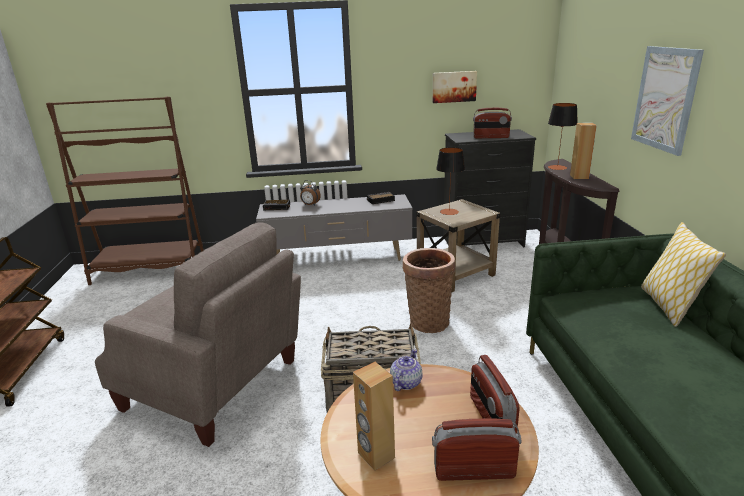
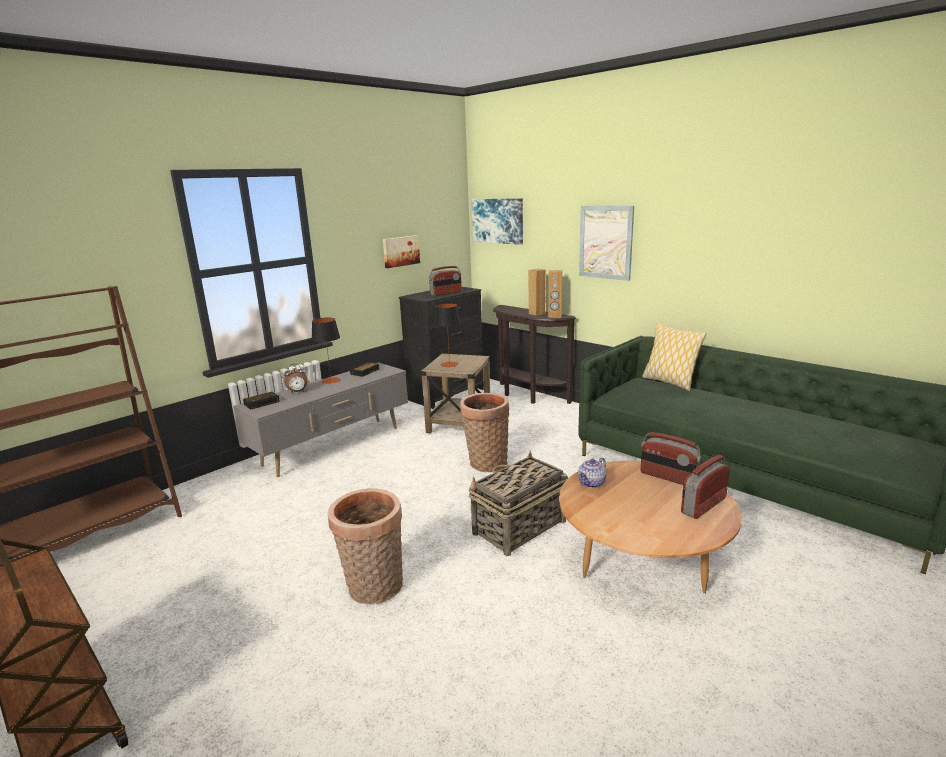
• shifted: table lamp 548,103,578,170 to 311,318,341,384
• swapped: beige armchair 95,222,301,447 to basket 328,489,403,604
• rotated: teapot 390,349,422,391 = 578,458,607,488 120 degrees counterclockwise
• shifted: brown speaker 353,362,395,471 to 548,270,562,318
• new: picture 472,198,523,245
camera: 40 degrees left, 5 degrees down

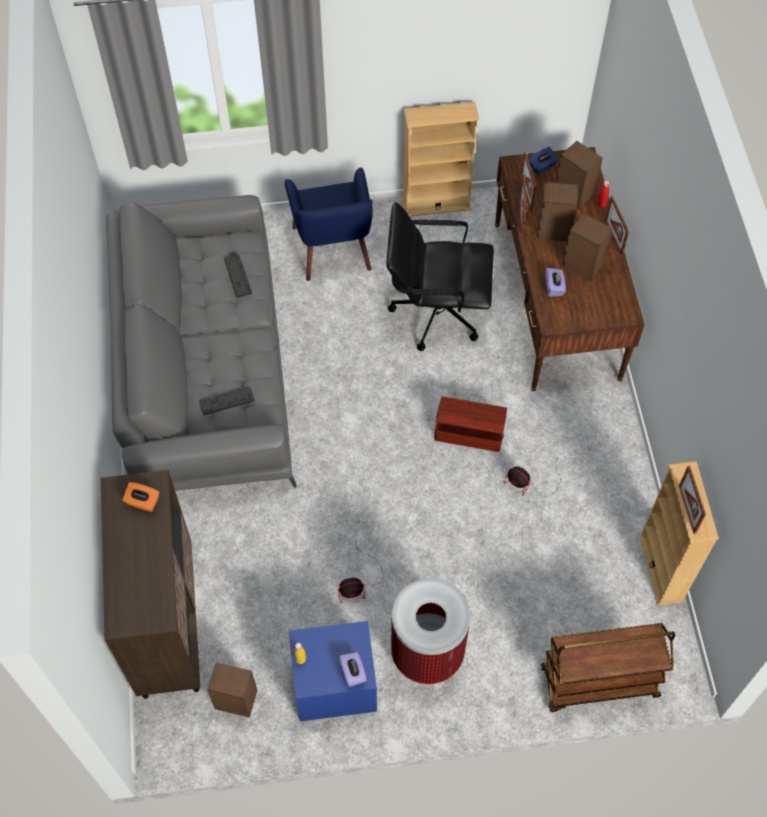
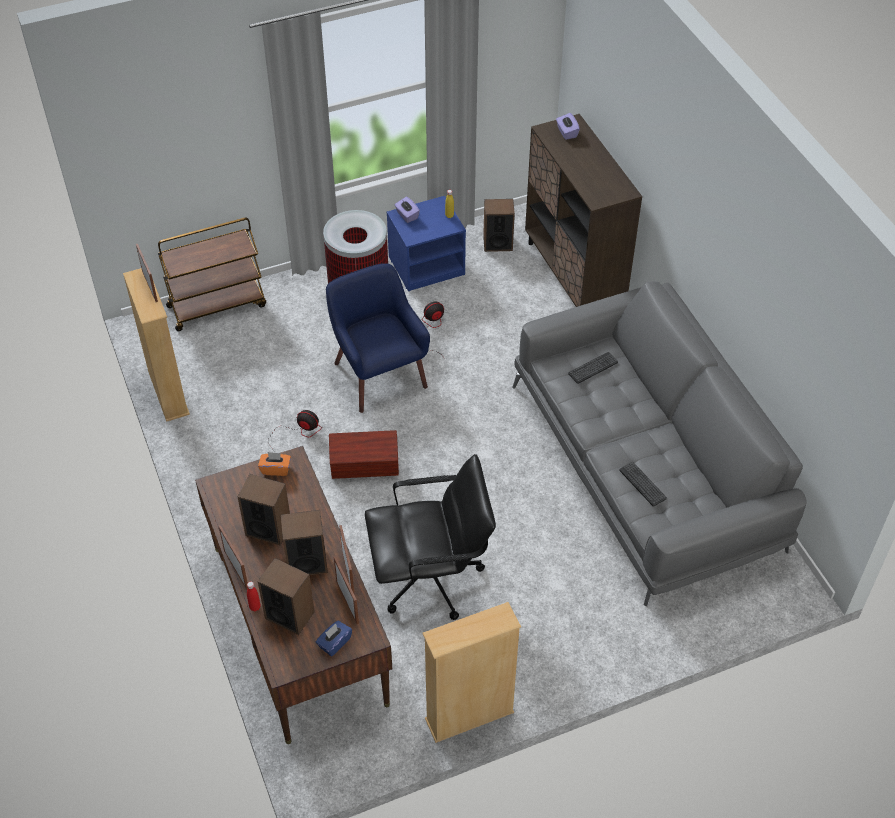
• shifted: blue armchair 285,167,373,281 to 326,263,430,413
• shifted: purple tissue box 546,268,566,297 to 556,113,580,140
• shifted: orange tissue box 122,482,159,512 to 258,452,291,476
camera: 165 degrees right, 10 degrees down

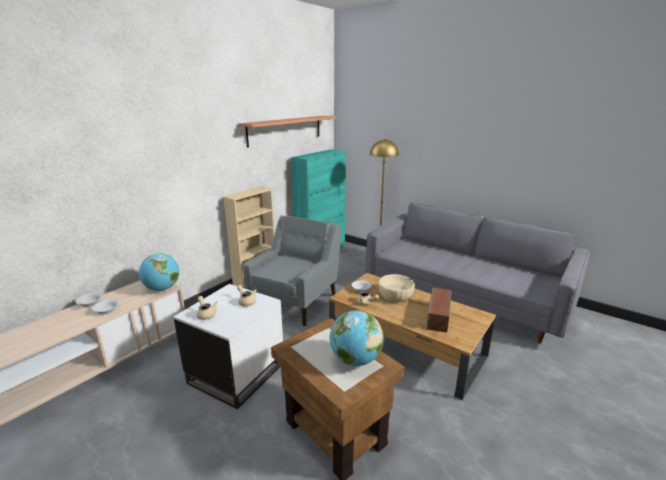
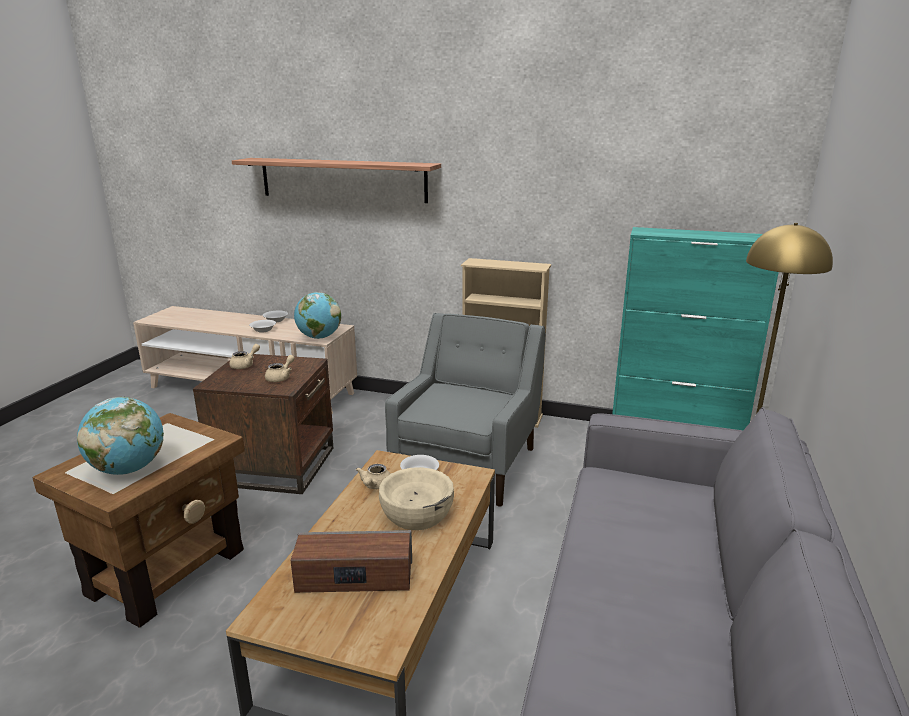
• shifted: shelf 238,116,337,147 to 232,158,441,203
• rotated: grey armchair 243,215,341,326 = 385,313,546,507 75 degrees counterclockwise
• repainted: white side table 173,284,283,409 to brown side table 193,354,333,494
camera: 70 degrees right, 0 degrees up

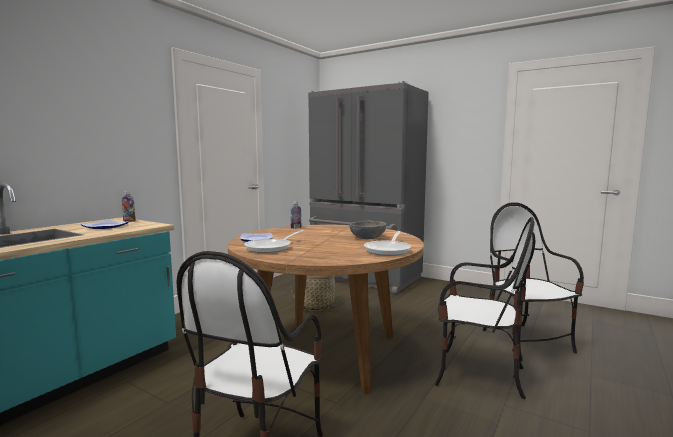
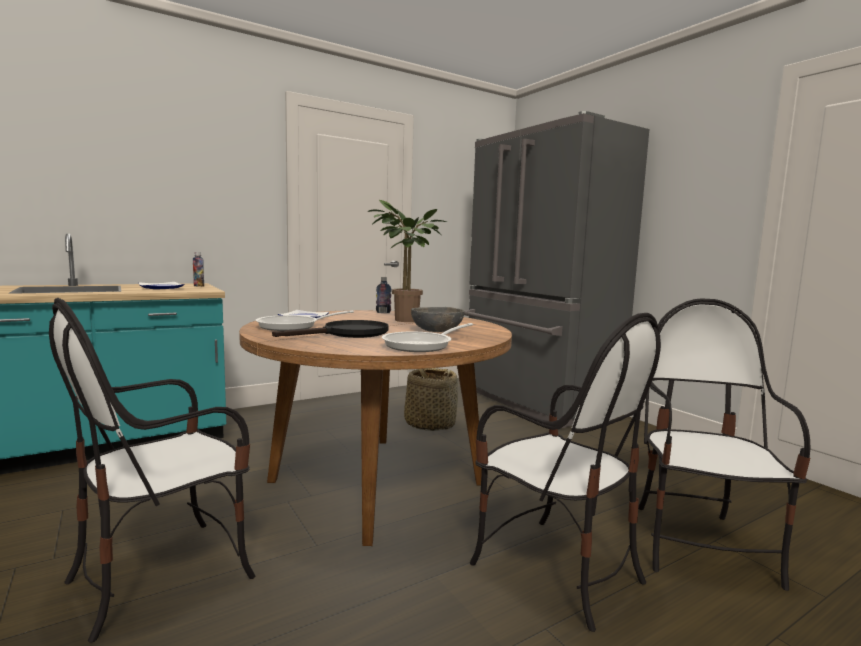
• new: potted plant 367,200,447,322
• new: black frying pan 272,320,389,338
camera: 25 degrees right, 0 degrees up

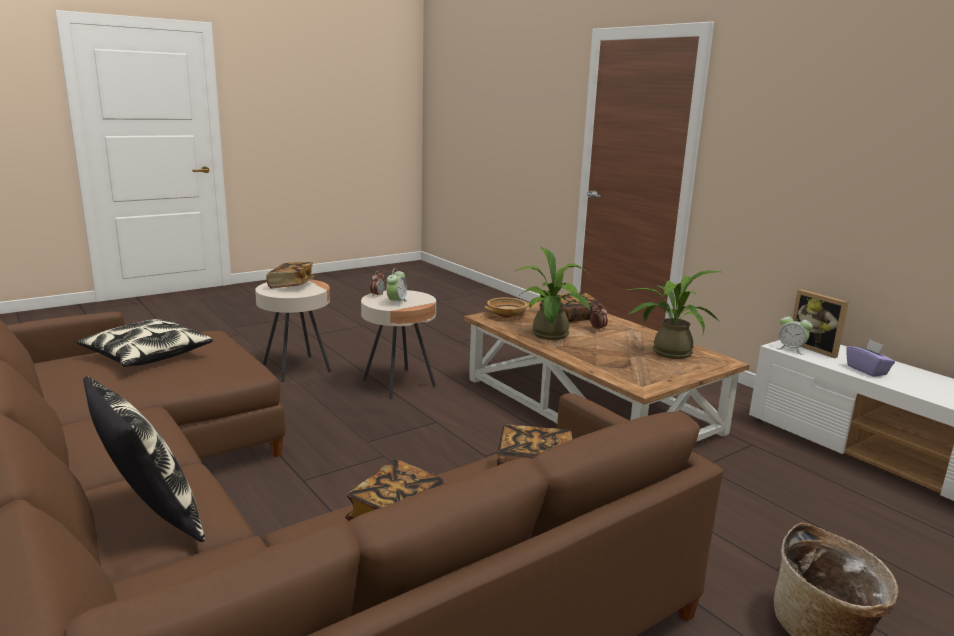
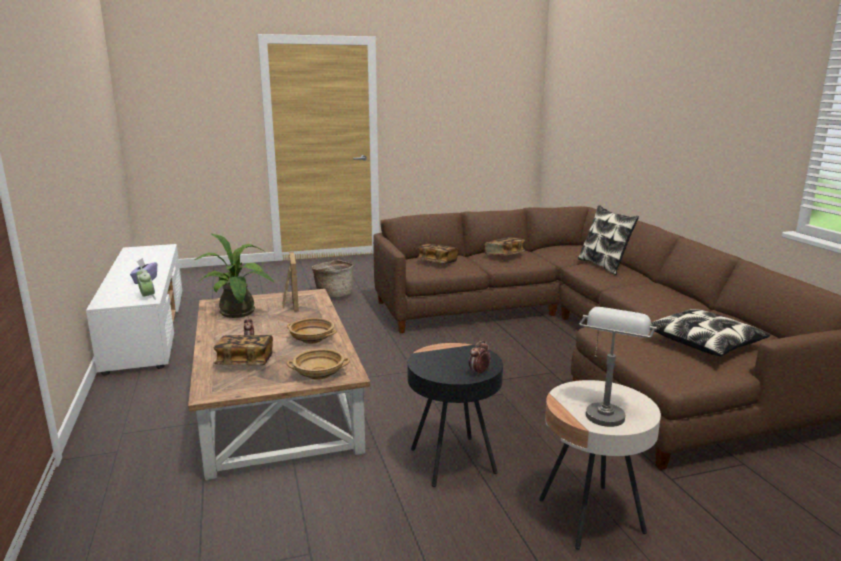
• swapped: potted plant 517,247,590,340 to beige bowl 287,318,337,344
• swapped: book 266,262,314,289 to grey table lamp 579,307,657,427
• gone: alarm clock 386,268,407,307
• shifted: picture frame 793,289,849,358 to 282,252,299,312
• repainted: beige side table 361,290,436,398 to black side table 408,343,503,487
camera: 160 degrees left, 0 degrees up

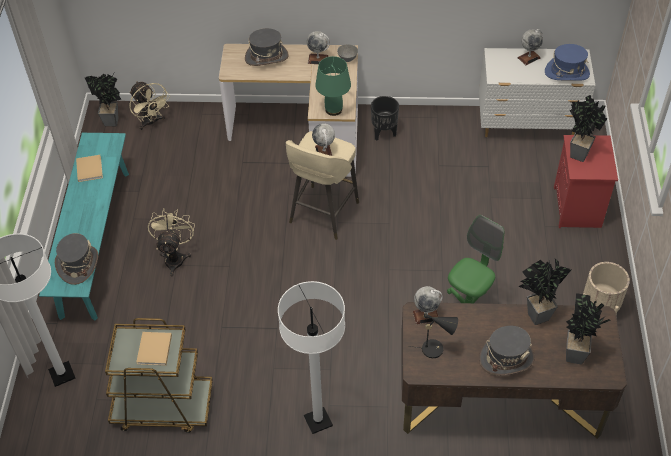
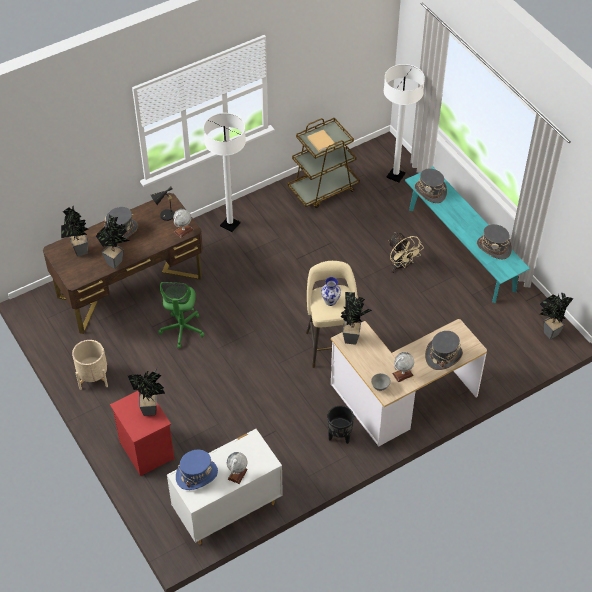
• swapped: green table lamp 315,56,351,116 to potted plant 340,291,372,345
• gone: beige fan 129,81,170,130
• swapped: globe 312,123,335,156 to vase 321,277,341,306
• swapped: beige book 76,155,103,182 to grey hat 477,224,512,259
camera: 145 degrees right, 0 degrees up

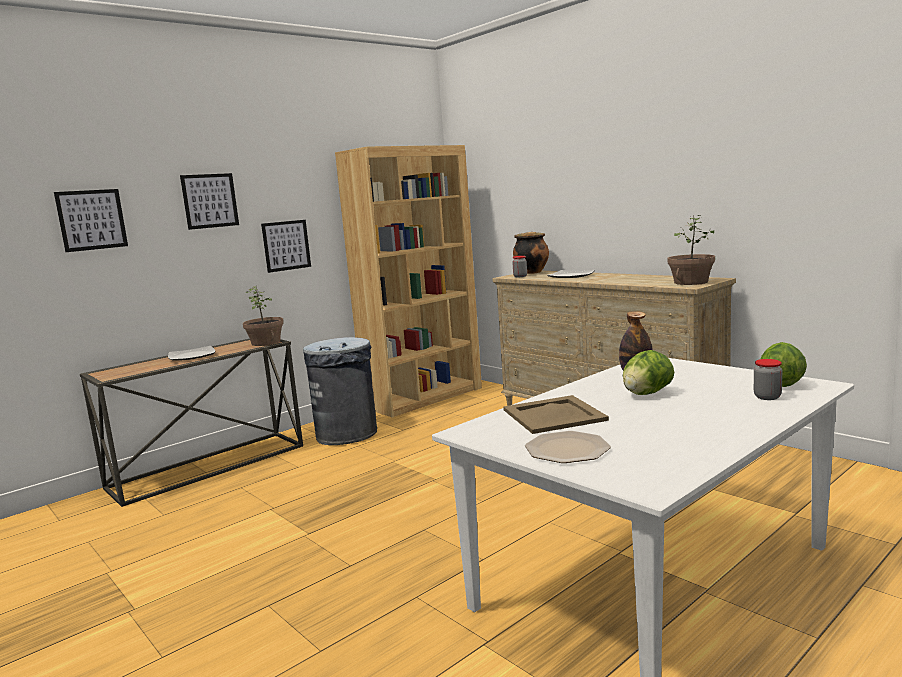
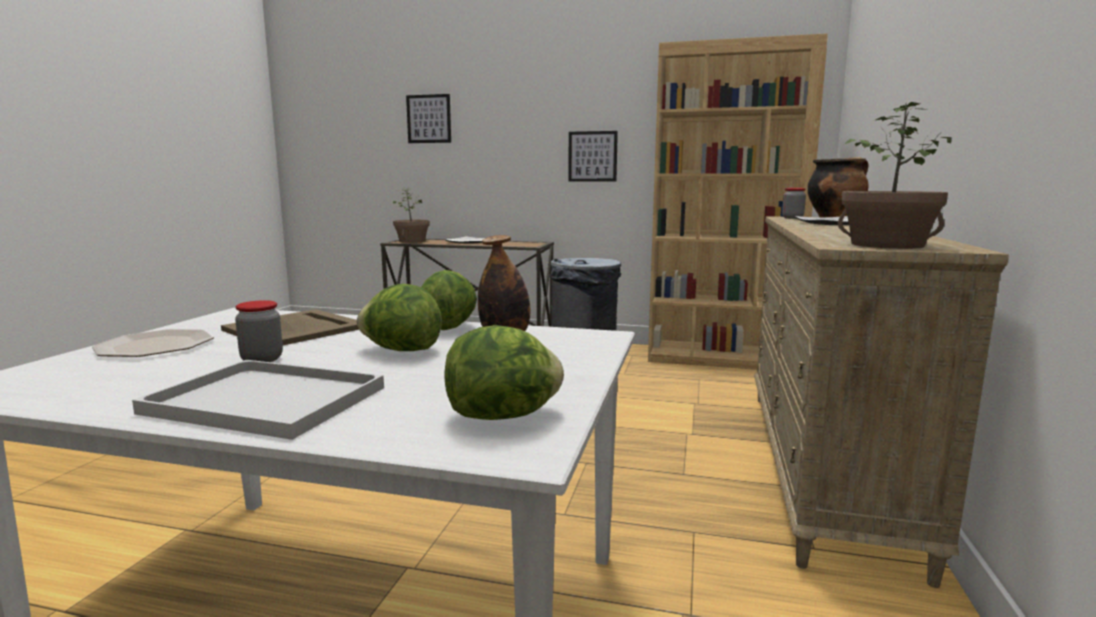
• gone: picture 180,173,239,230
• shifted: potted plant 243,285,284,346 to 393,188,430,243
• shifted: jar 754,359,782,400 to 235,300,283,362
• new: lettuce 421,270,477,330
• new: white tray 132,360,384,440
camera: 55 degrees right, 0 degrees up

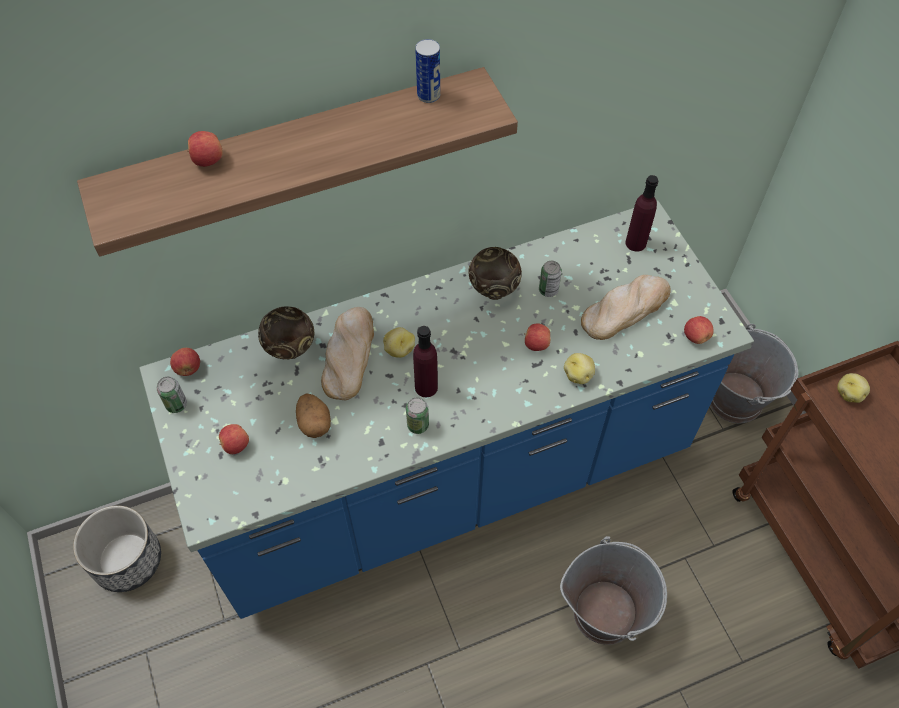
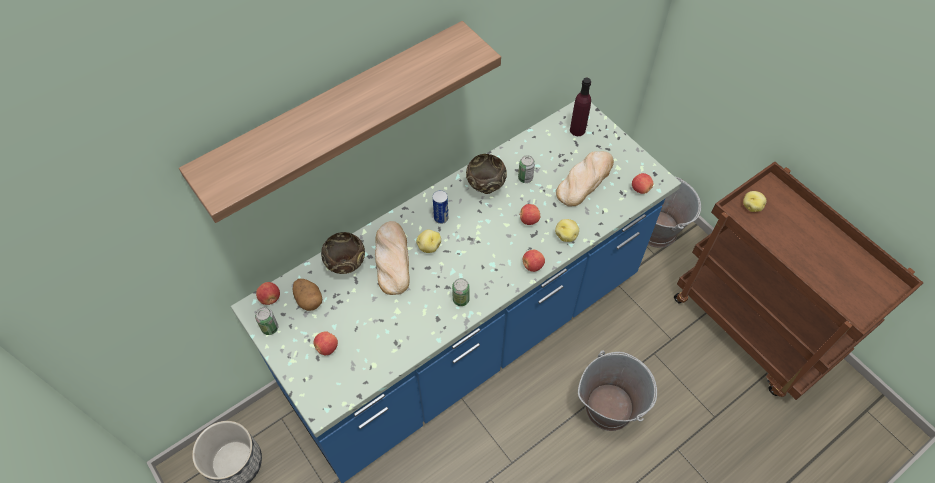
• shifted: can 415,39,440,103 to 433,190,448,224
• shifted: apple 187,131,223,167 to 523,250,545,272
• gone: purple bottle 413,326,438,397
• shifted: potato 296,393,331,438 to 292,279,322,311
camera: 15 degrees left, 0 degrees up

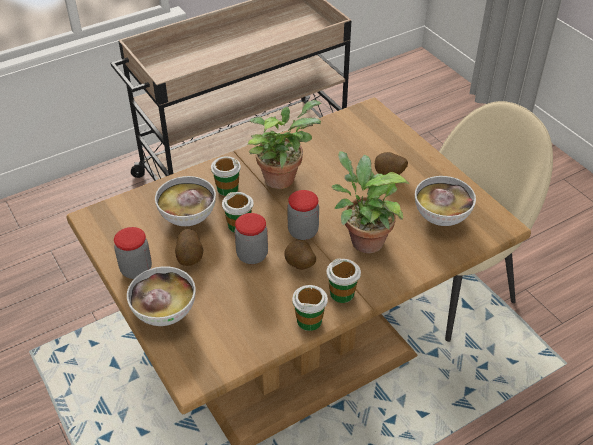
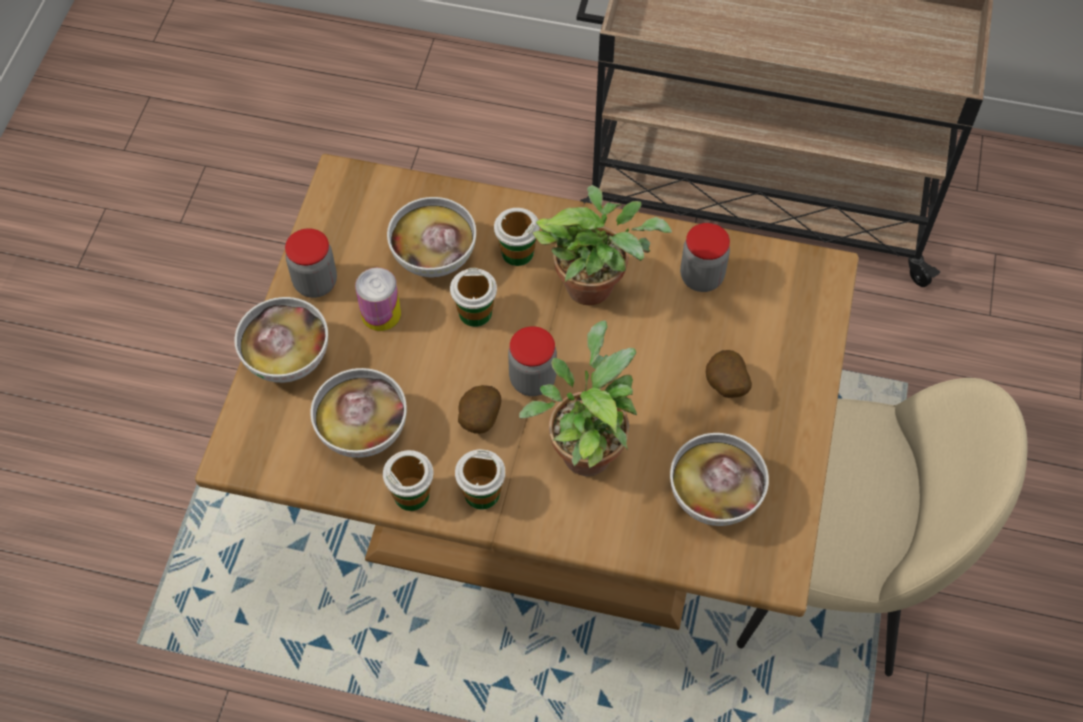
• shifted: jar 235,213,268,264 to 680,223,730,292
• swapped: potato 175,229,203,266 to can 355,268,401,331
• new: bowl 310,368,407,458
camera: 45 degrees right, 15 degrees up

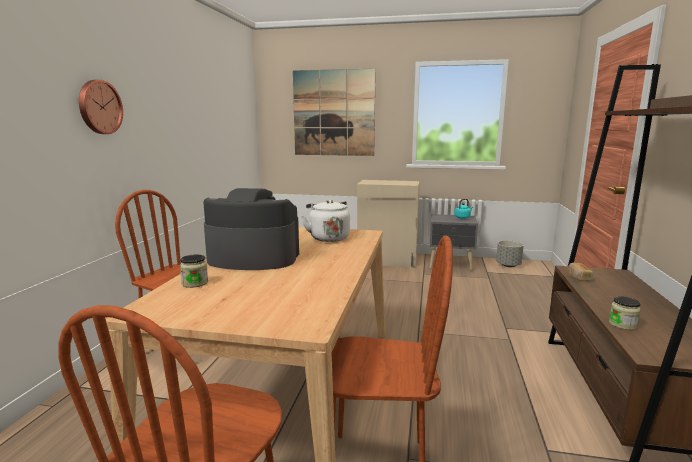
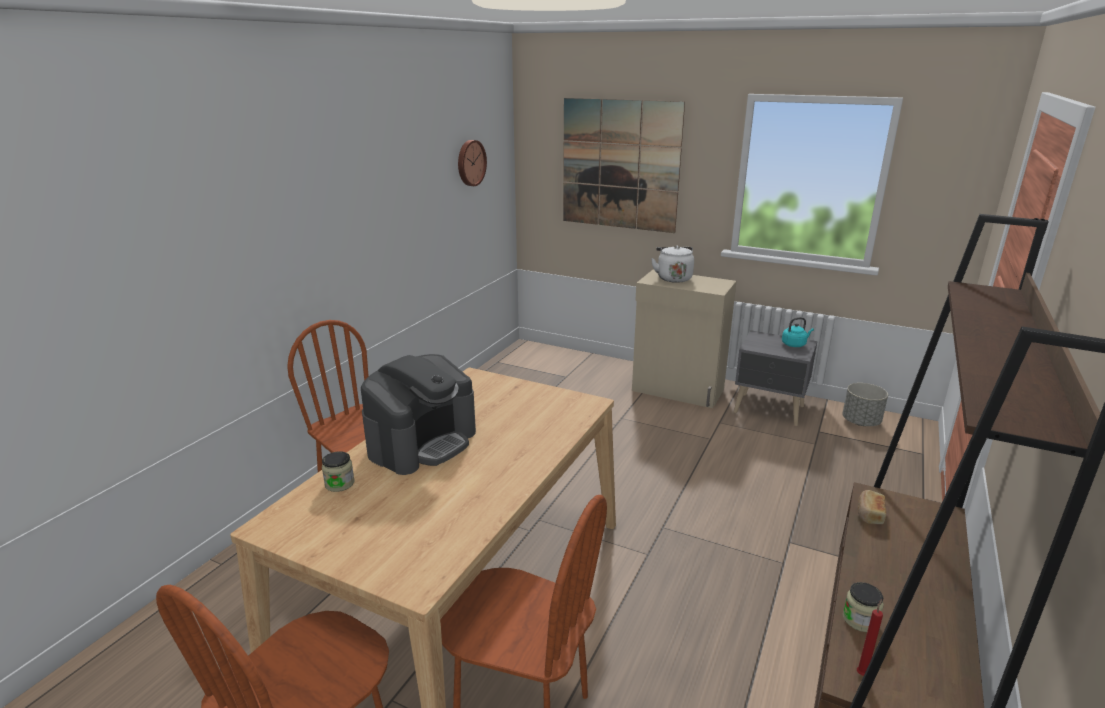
• shifted: wall clock 79,80,123,134 to 458,140,487,186
• rotated: coffee machine 203,188,299,270 = 361,354,476,475 105 degrees clockwise
• shifted: white kettle 301,200,350,242 to 651,245,694,283
• new: red candle 857,599,883,676
camera: 15 degrees right, 10 degrees up

